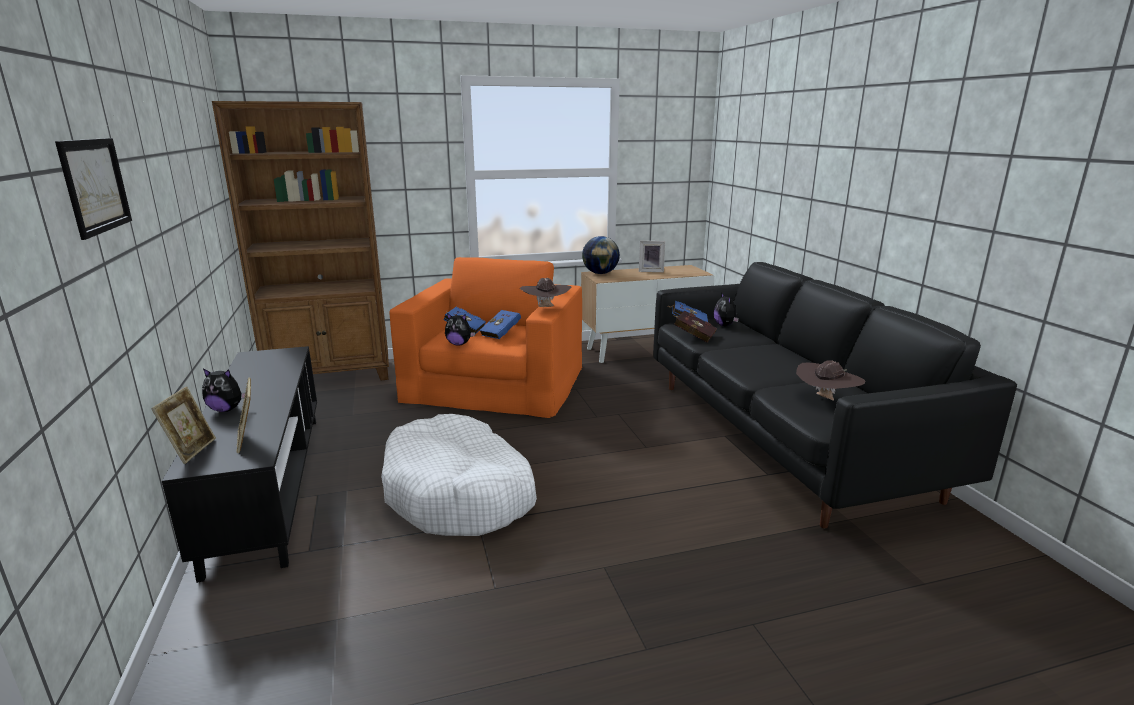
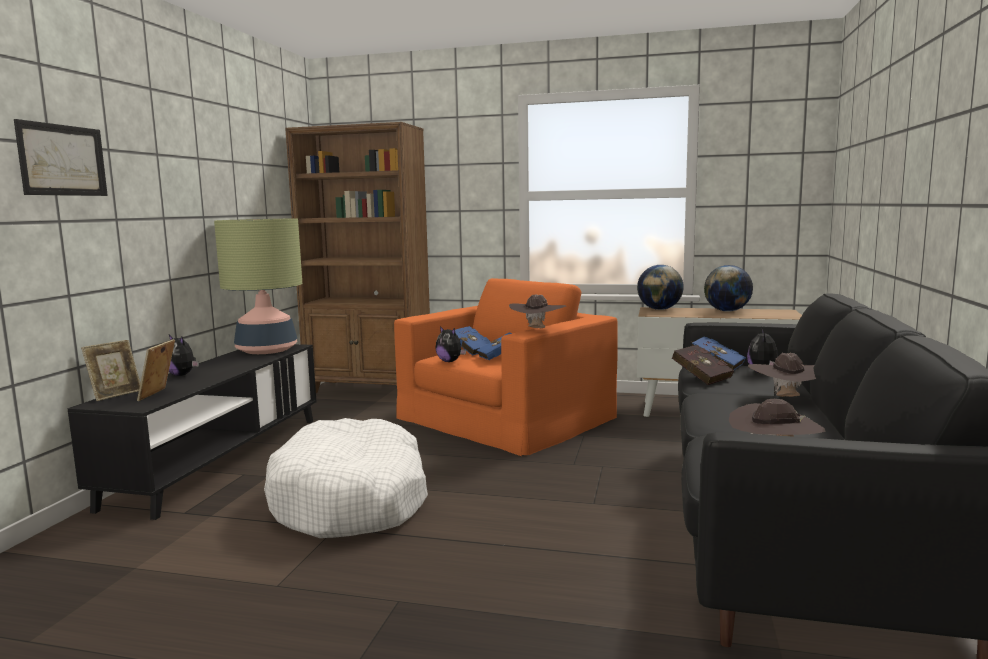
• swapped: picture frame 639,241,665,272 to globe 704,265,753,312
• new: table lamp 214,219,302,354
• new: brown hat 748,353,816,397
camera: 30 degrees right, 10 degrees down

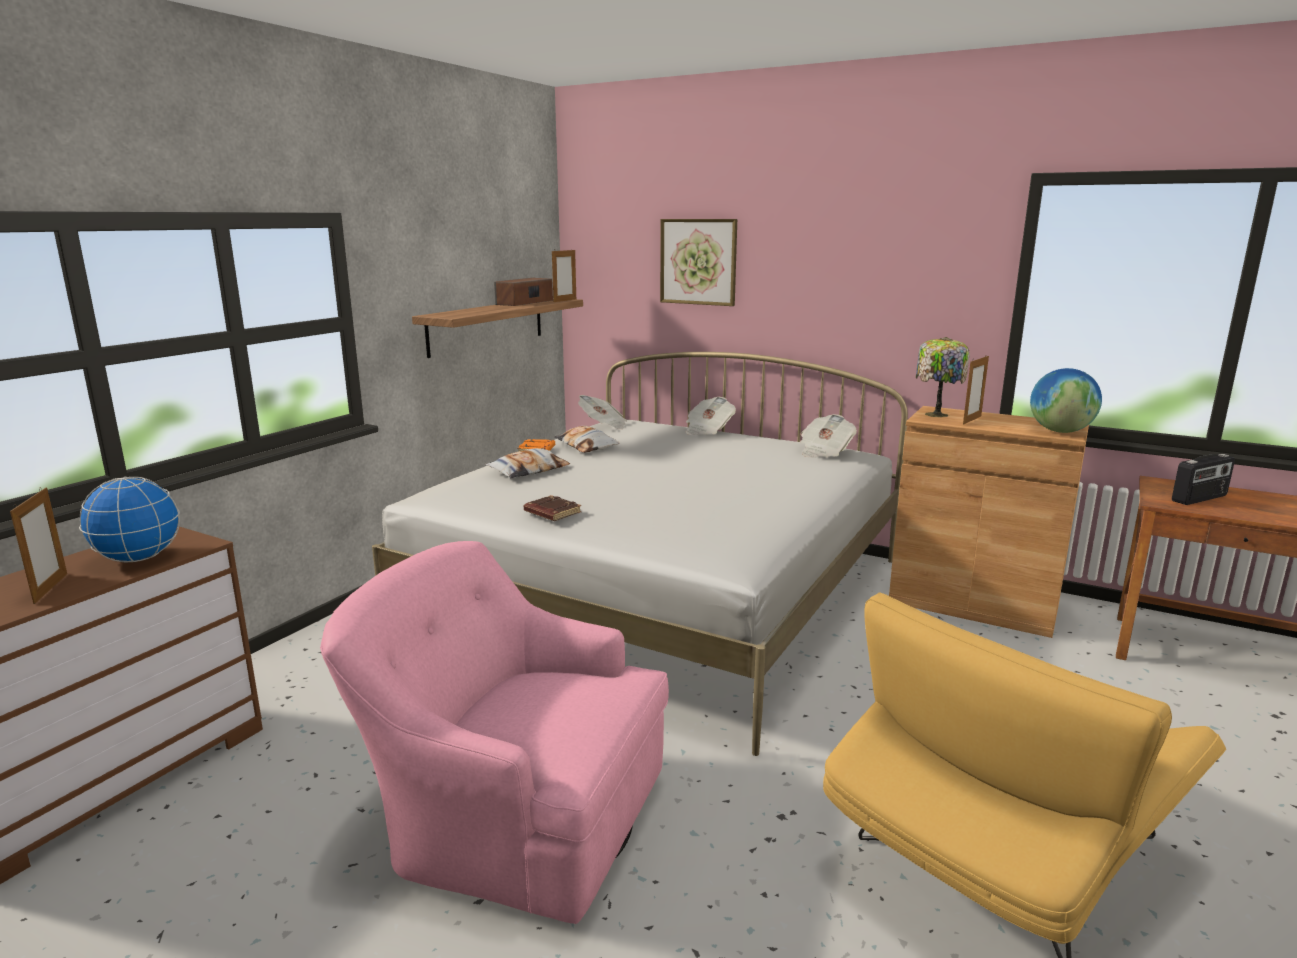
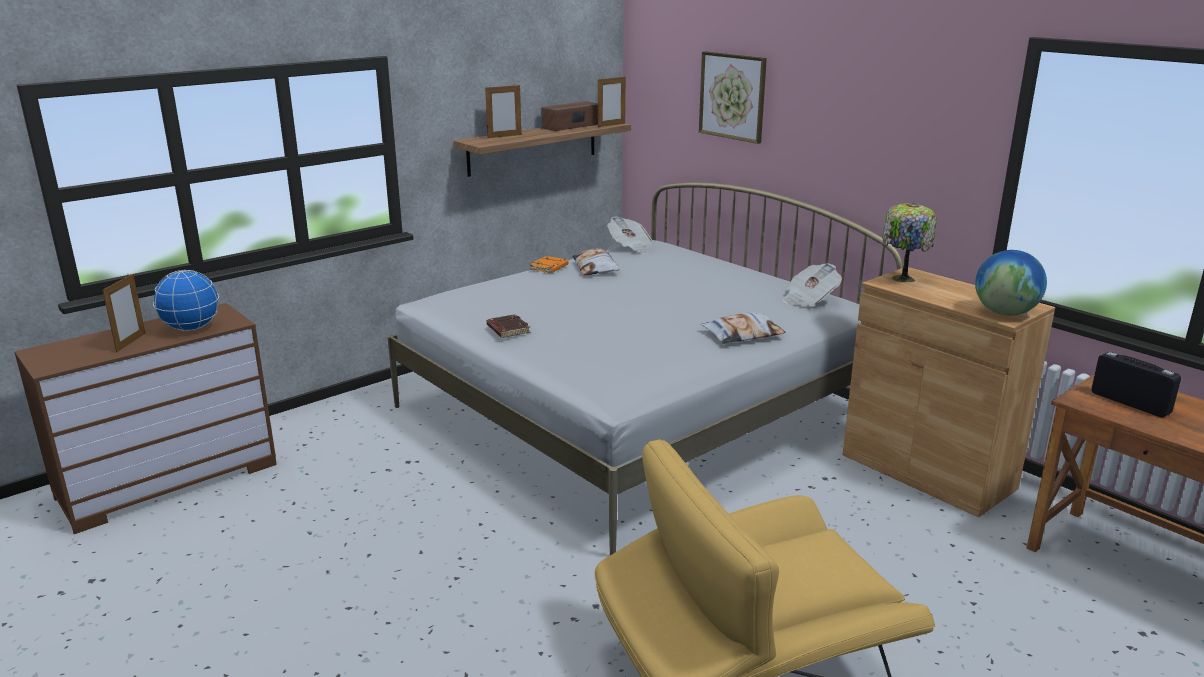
• shifted: picture frame 963,356,989,425 to 485,84,522,138
• gone: newspaper 686,397,736,435
• shifted: pillow 485,448,570,478 to 701,312,786,344
• rotated: radio 1172,454,1235,505 = 1091,352,1181,418 120 degrees counterclockwise
• gone: pink armchair 320,541,669,924
camera: 20 degrees right, 5 degrees up

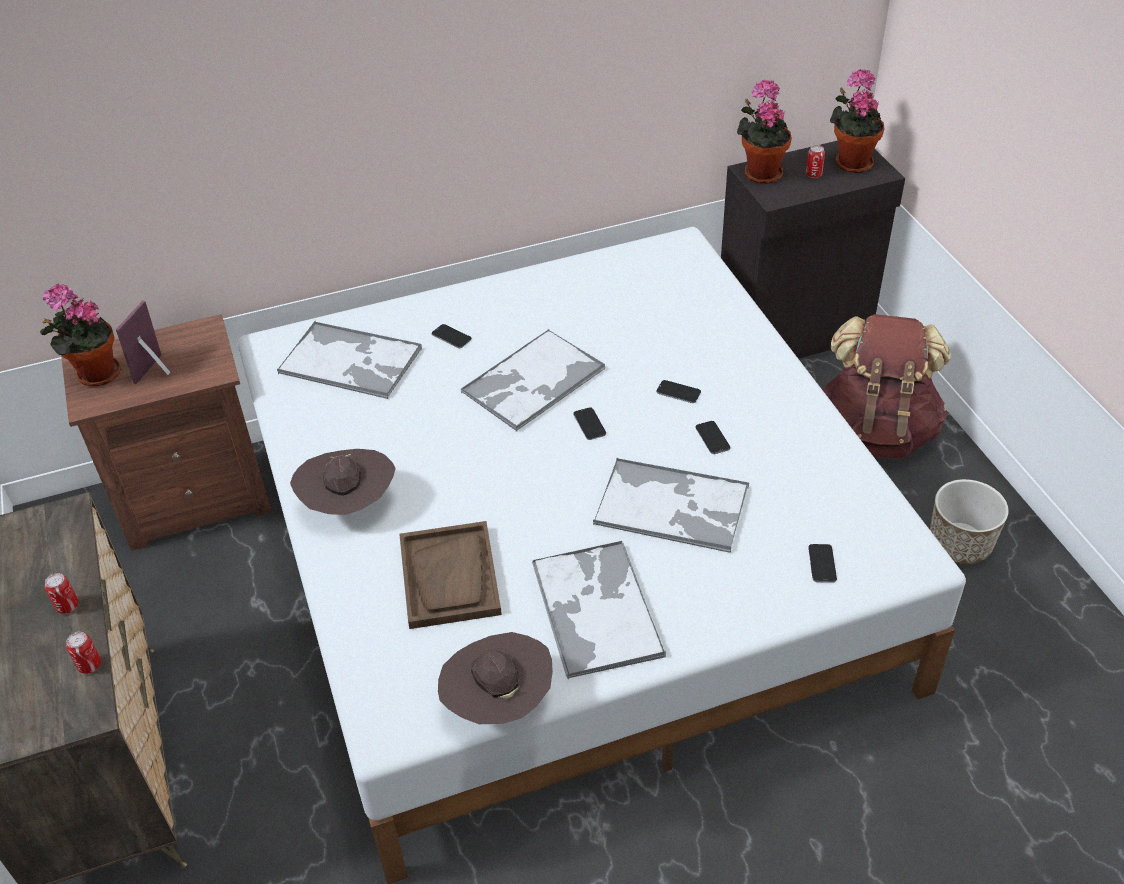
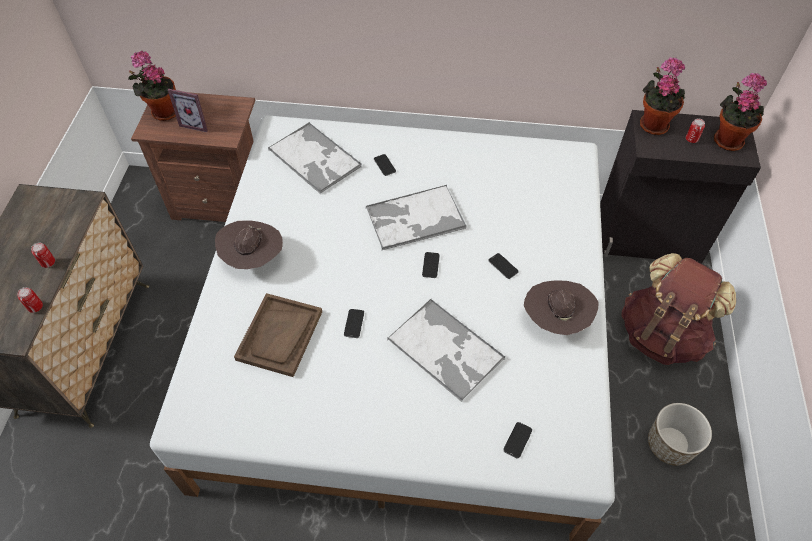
• rotated: picture frame 116,301,170,384 = 168,89,208,132 120 degrees counterclockwise
• shifted: phone 695,421,731,454 to 344,309,364,338
• gone: tray 532,541,666,679
• shifted: brown hat 438,632,553,724 to 524,280,599,335
camera: 25 degrees right, 10 degrees up

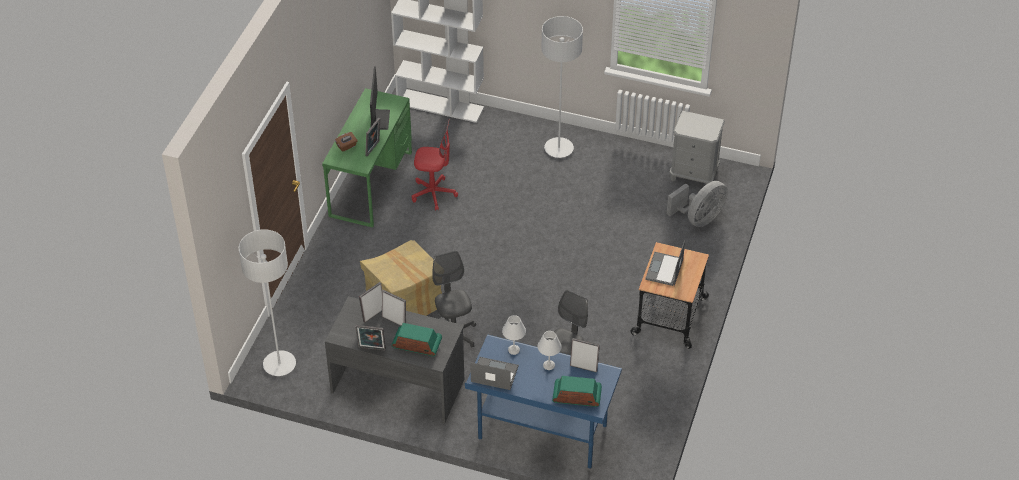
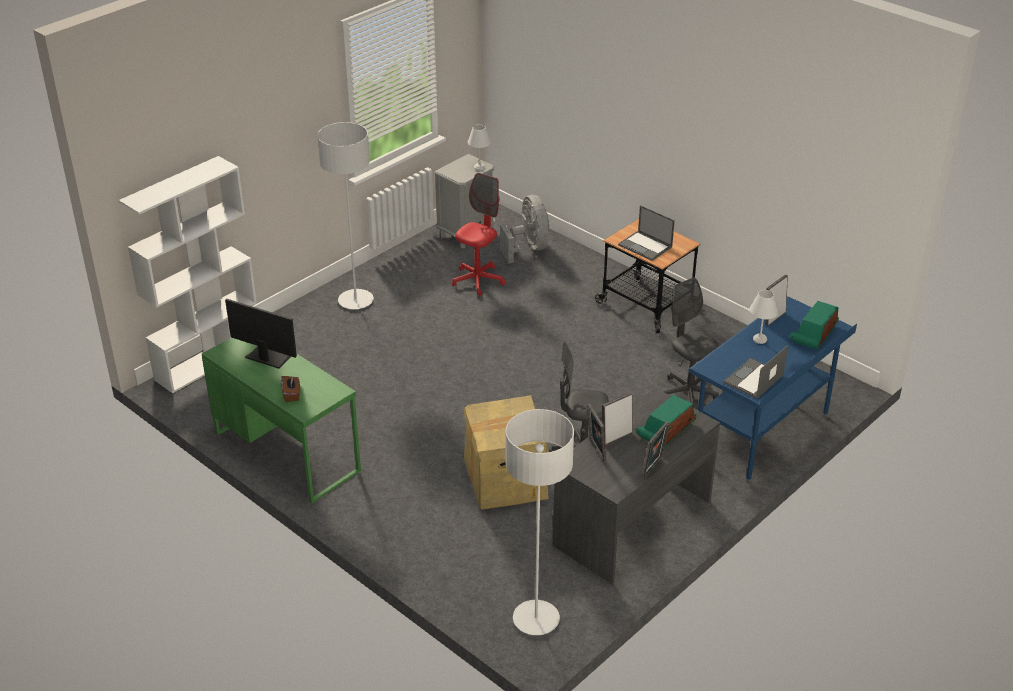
• gone: picture frame 365,118,380,156
• shifted: red office chair 412,118,458,211 to 452,173,506,296
• shifted: white table lamp 502,315,526,355 to 468,125,491,171
camera: 65 degrees left, 10 degrees down

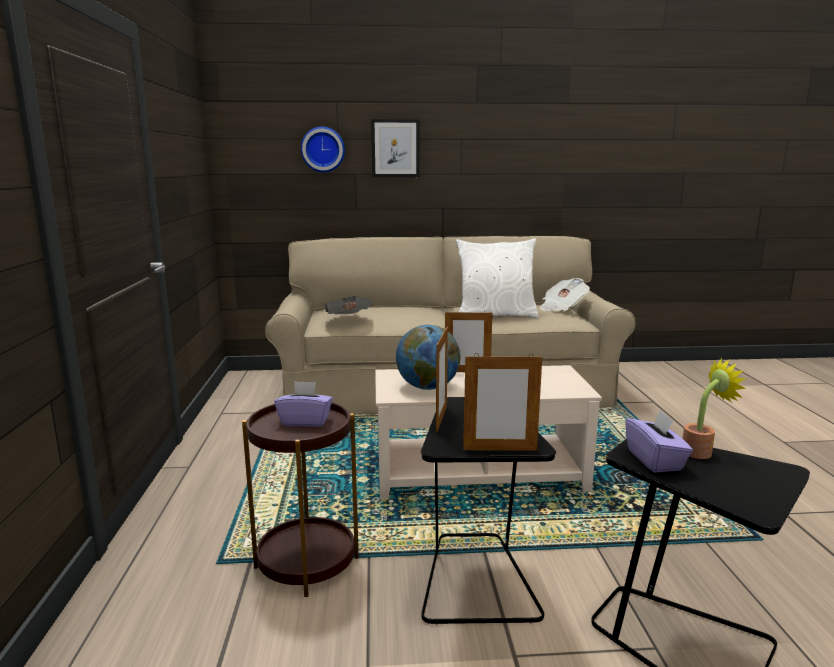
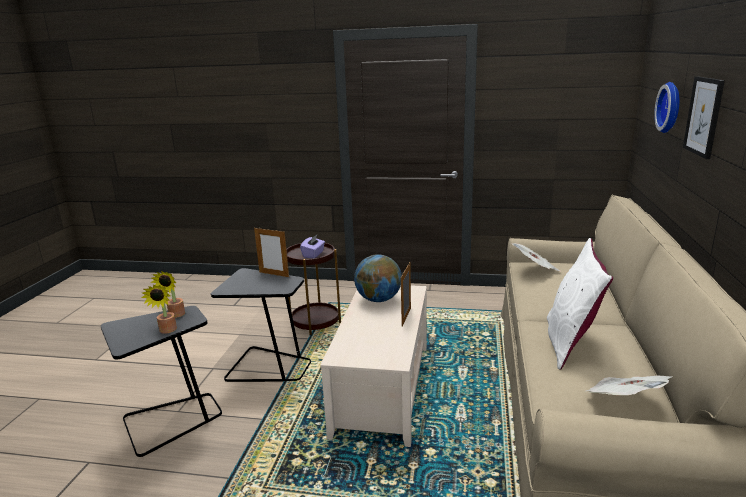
• gone: picture frame 463,353,542,451
• swapped: purple tissue box 625,410,693,472 to potted plant 150,271,185,318
camera: 105 degrees right, 5 degrees up

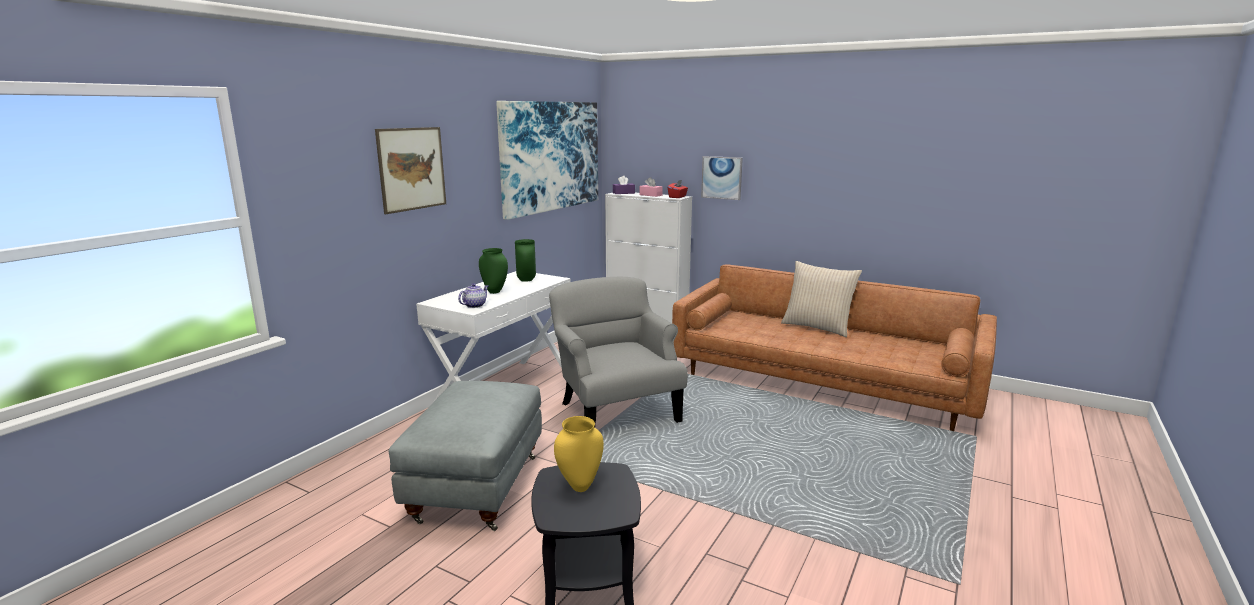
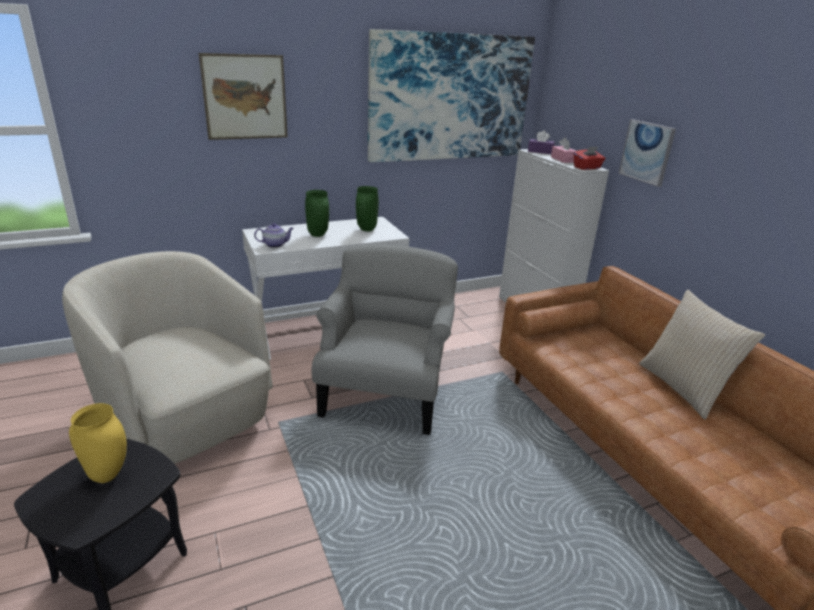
• swapped: grey ottoman 389,381,542,531 to beige armchair 62,251,273,464
camera: 35 degrees right, 10 degrees up

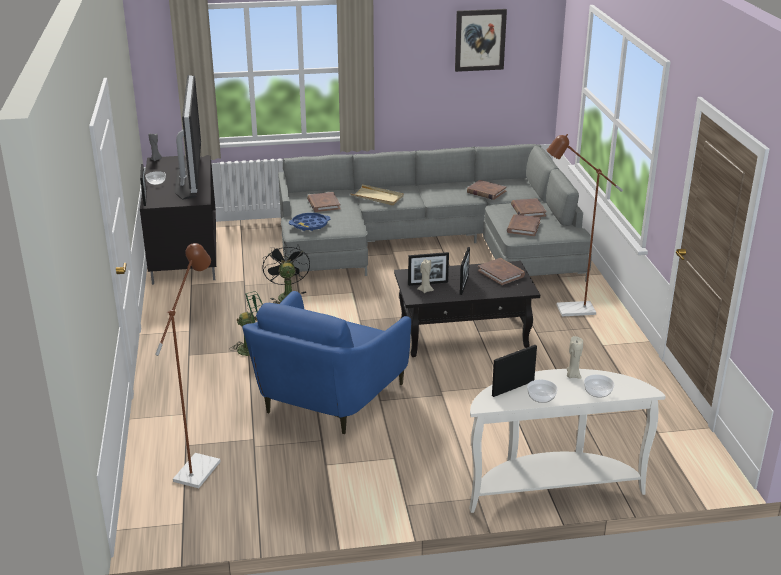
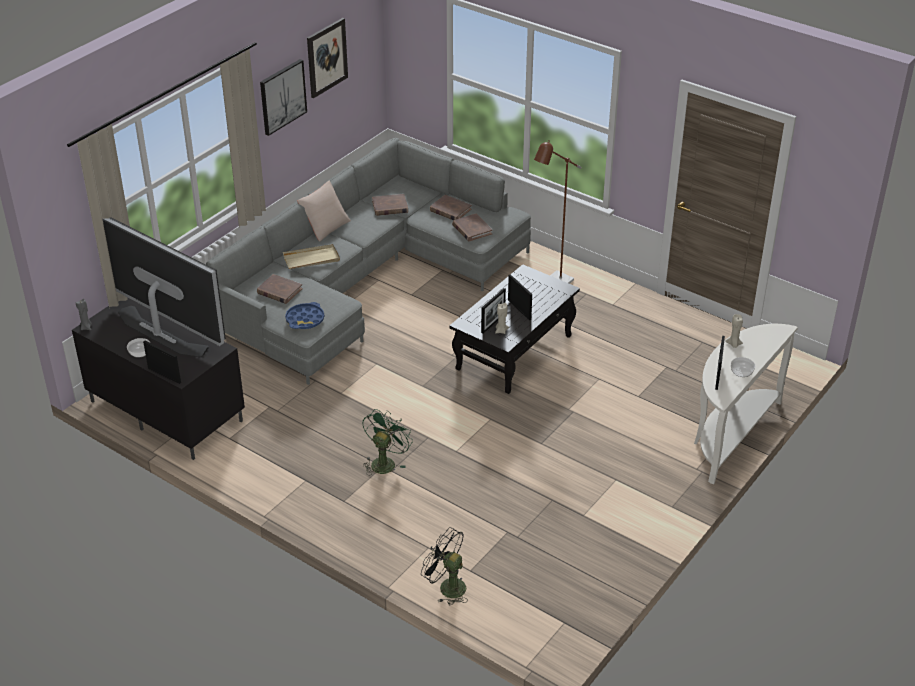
• gone: brown floor lamp 155,243,221,488
• shifted: black fan 263,245,310,304 to 421,527,468,605
• gone: brown book 478,258,525,285
• gone: blue armchair 242,291,411,434
• gone: bowl 584,374,614,398
• new: picture 260,59,307,136
• new: beige pillow 297,181,351,242
camera: 45 degrees left, 10 degrees up

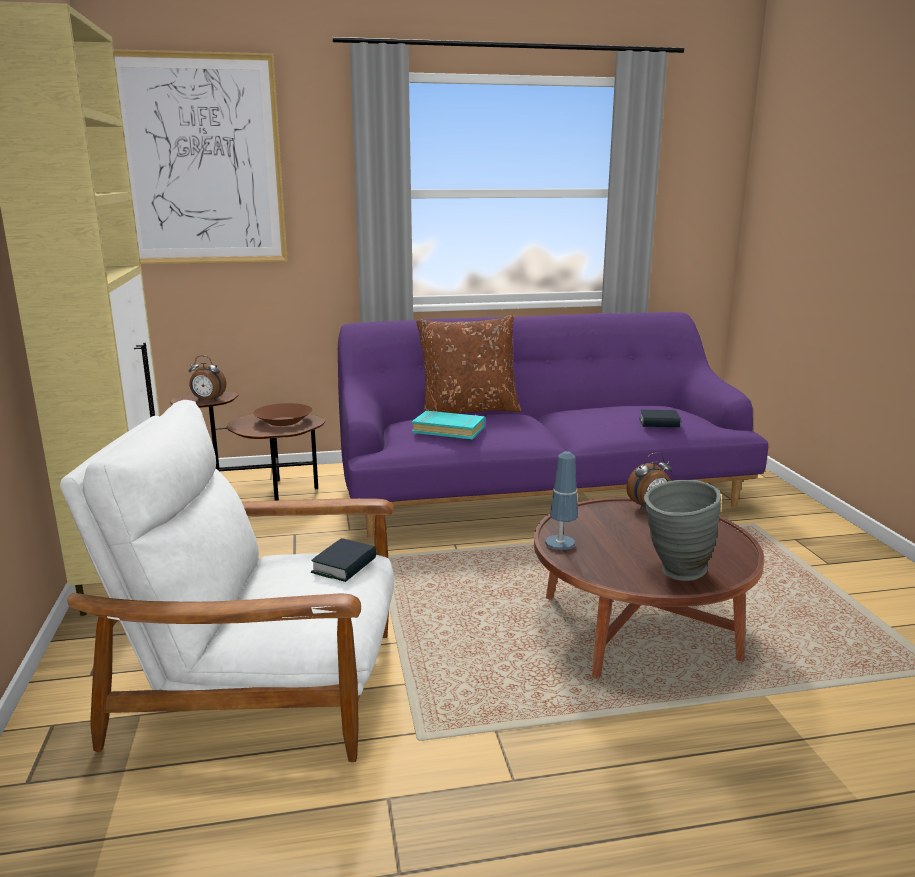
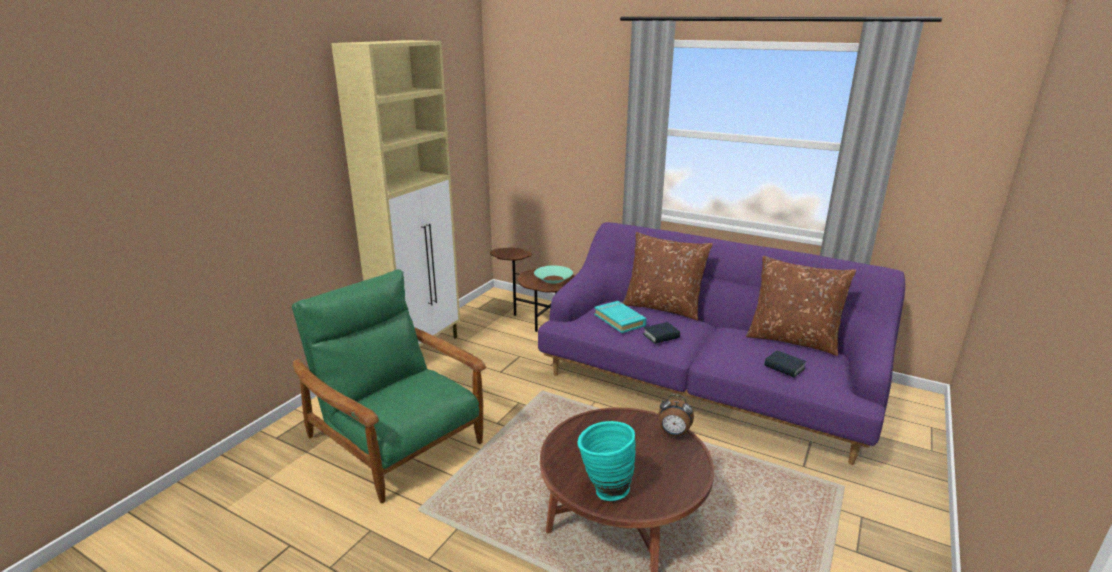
• gone: picture 114,49,287,264
• gone: alarm clock 189,355,226,401
• repainted: white armchair 60,400,394,762 to green armchair 292,269,486,503
• repainted: brown bowl 253,403,312,426 to turquoise bowl 534,266,573,284
• gone: table lamp 545,451,578,550
• repainted: grey vase 644,480,721,581 to turquoise vase 578,421,636,501
• shifted: book 311,538,376,582 to 643,322,680,344
• new: brown pillow 746,256,856,356
camera: 40 degrees right, 5 degrees up

